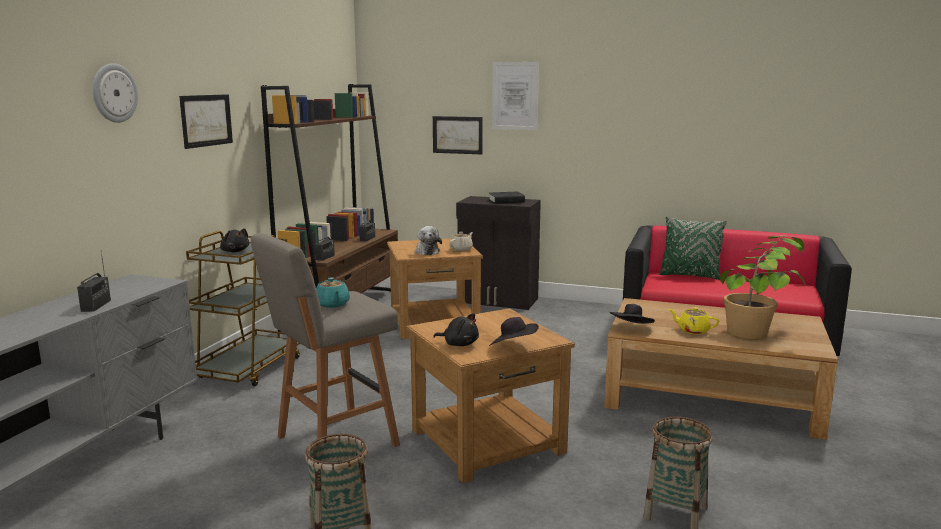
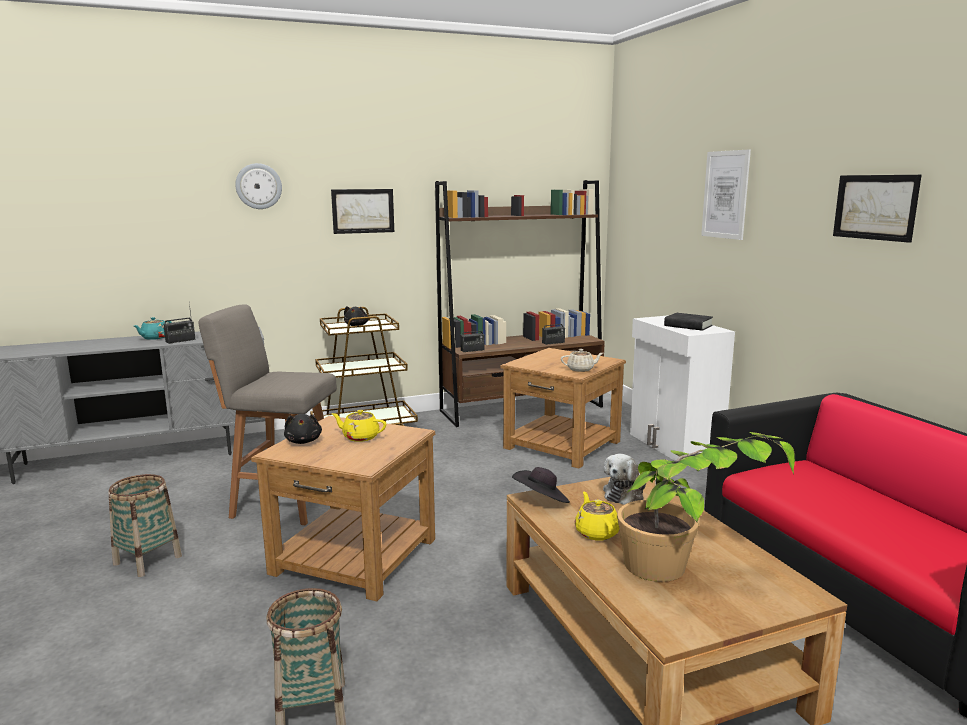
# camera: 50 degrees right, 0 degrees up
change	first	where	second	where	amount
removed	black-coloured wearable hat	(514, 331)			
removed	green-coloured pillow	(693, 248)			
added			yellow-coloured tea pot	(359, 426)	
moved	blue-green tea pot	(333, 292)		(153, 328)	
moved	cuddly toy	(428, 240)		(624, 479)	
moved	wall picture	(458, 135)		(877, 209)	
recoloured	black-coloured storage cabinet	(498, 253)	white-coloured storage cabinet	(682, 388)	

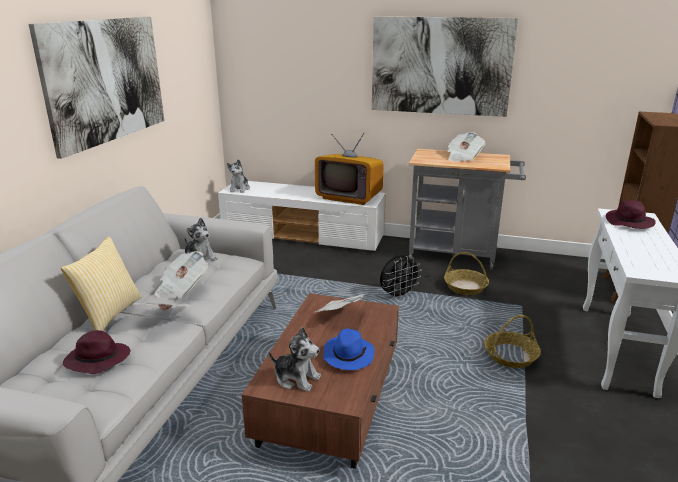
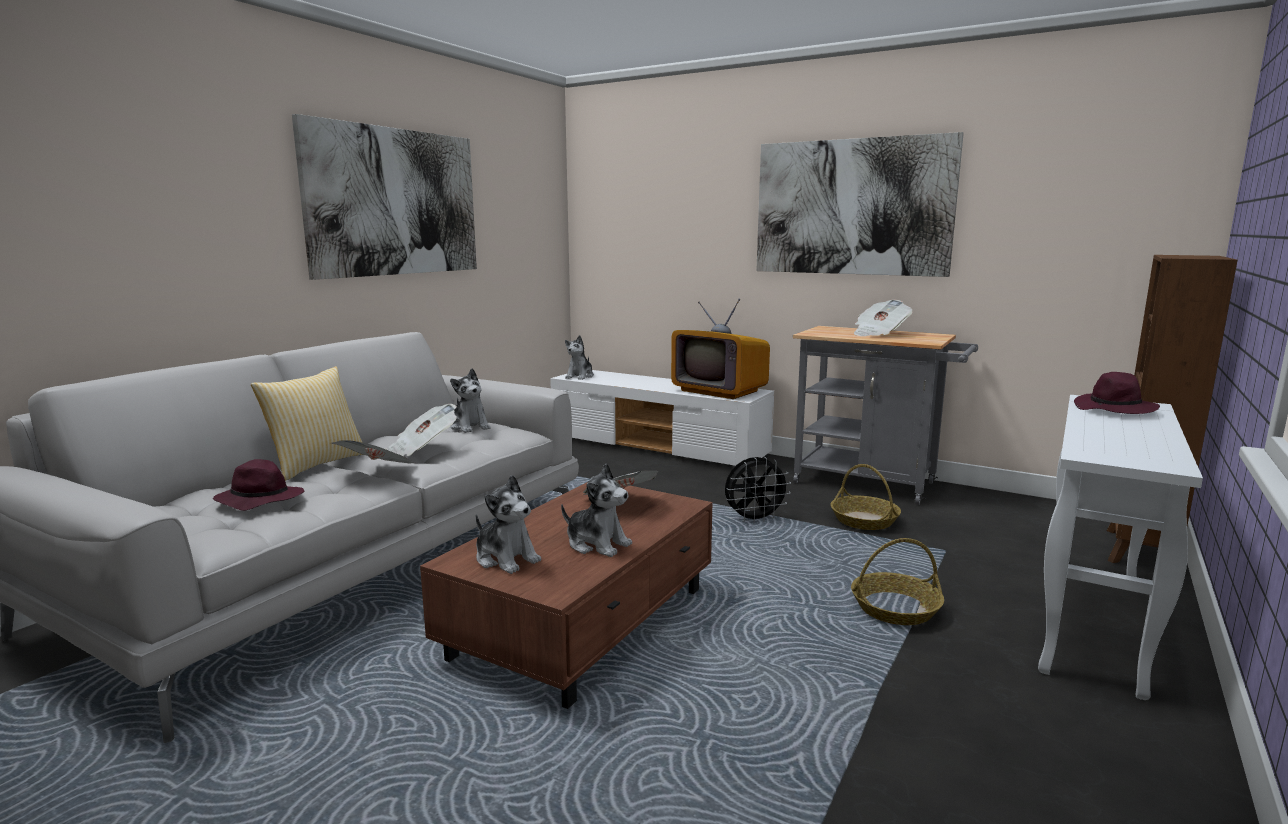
# camera: 15 degrees right, 10 degrees down
change	first	where	second	where	amount
replaced	blue wearable hat	(348, 349)	cuddly toy	(596, 510)	

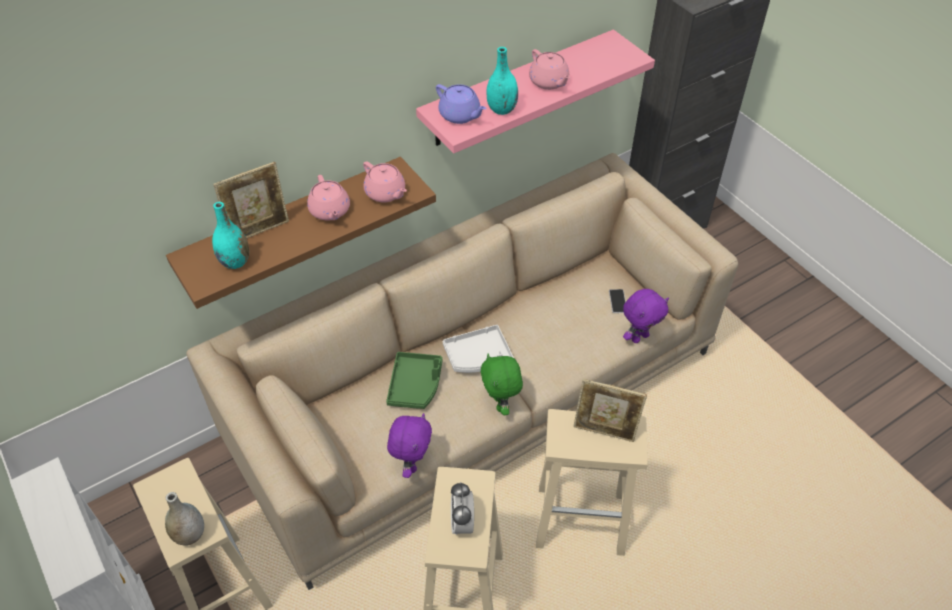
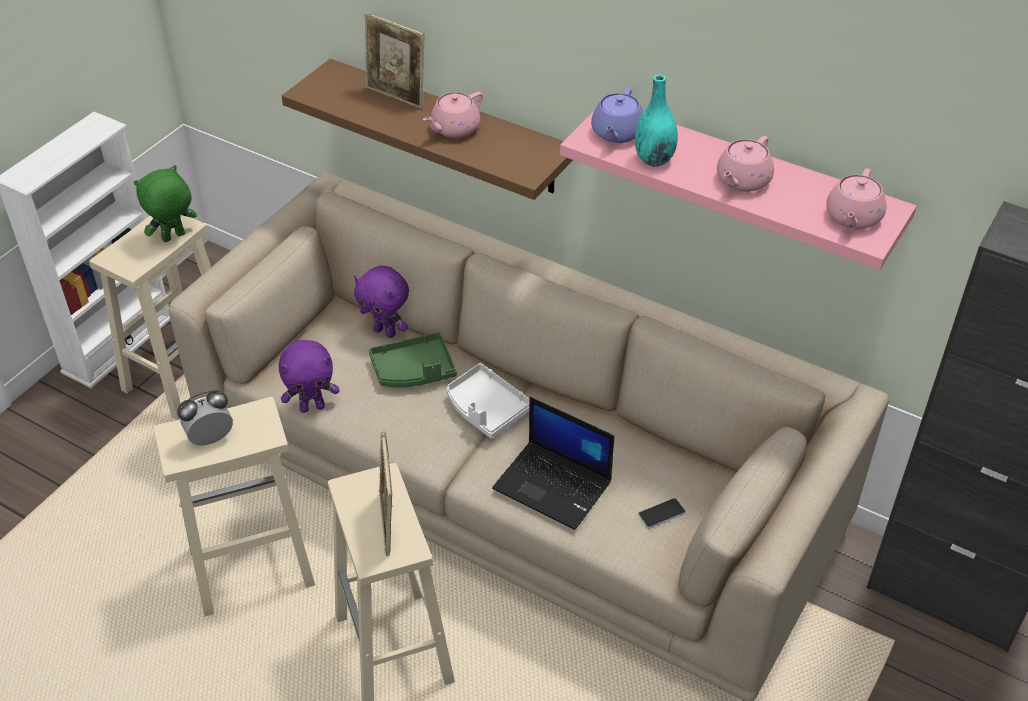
# camera: 65 degrees right, 5 degrees down
change	first	where	second	where	amount
removed	greyish flower vase	(184, 519)			
removed	blue-green flower vase	(230, 235)			
added			laptop	(553, 463)	
moved	pinkish tea pot	(385, 182)		(856, 198)	
moved	green-coloured cuddly toy	(502, 384)		(165, 203)	
moved	purple cuddly toy	(646, 316)		(381, 302)	

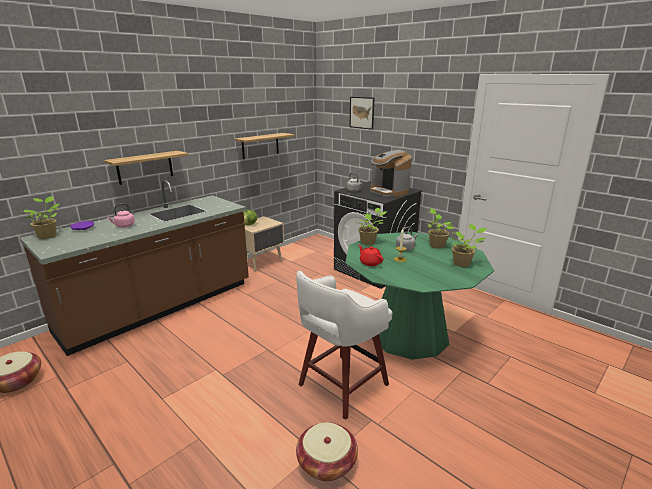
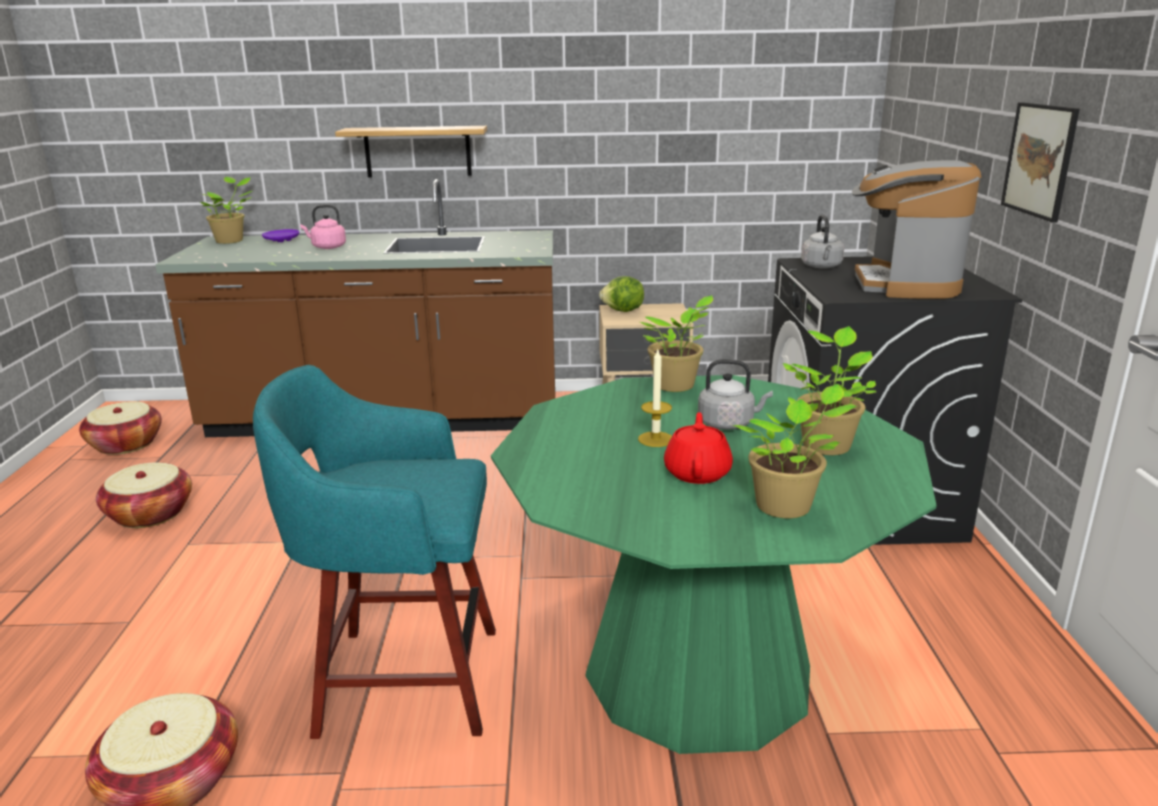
# camera: 45 degrees right, 0 degrees up
change	first	where	second	where	amount
removed	bracket shelf	(264, 146)			
added			storage basket	(144, 495)	
moved	wall picture	(361, 113)		(1040, 162)	
moved	red-coloured tea pot	(371, 255)		(698, 448)	
recoloured	white-coloured stool	(344, 345)	blue-green stool	(374, 552)	

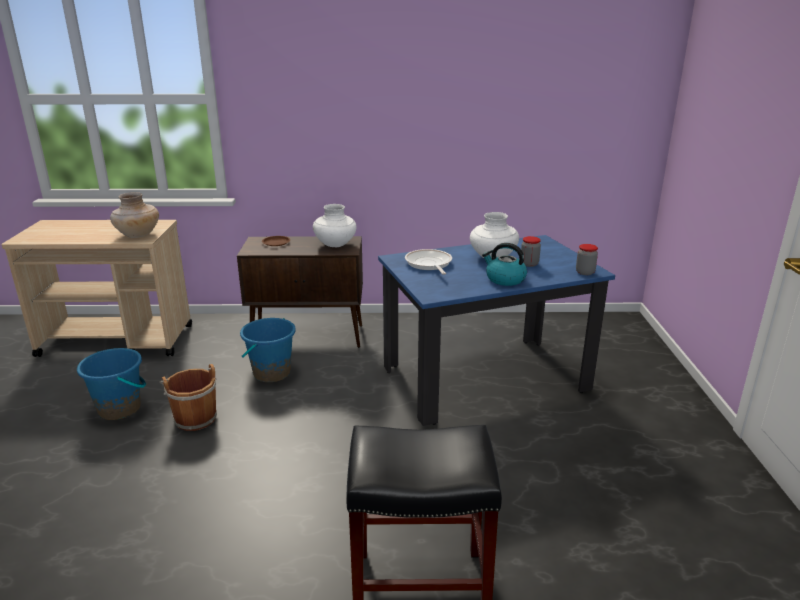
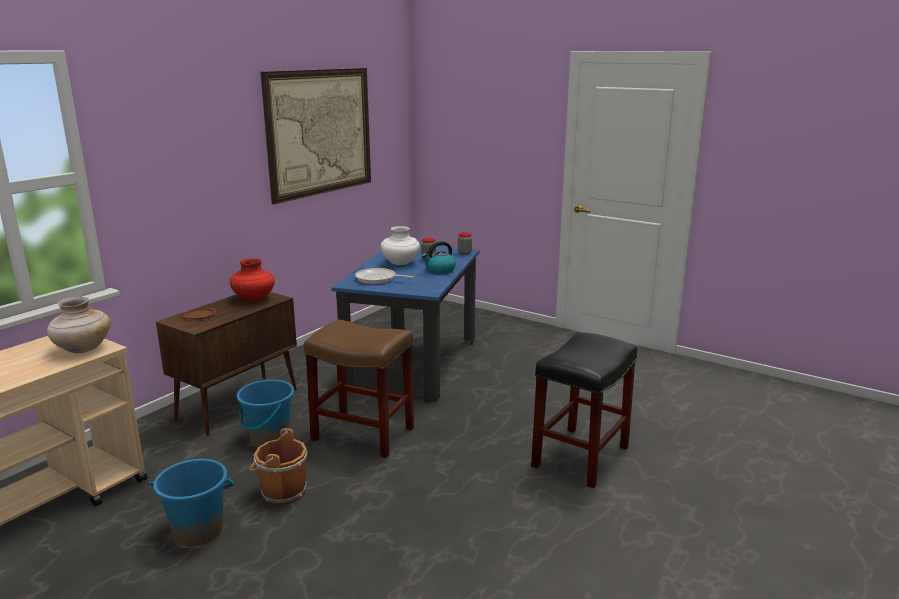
# camera: 55 degrees left, 5 degrees down
change	first	where	second	where	amount
added			wall picture	(315, 136)	
added			brownish stool	(359, 389)	
recoloured	white-coloured flower vase	(335, 225)	red-coloured flower vase	(252, 279)	

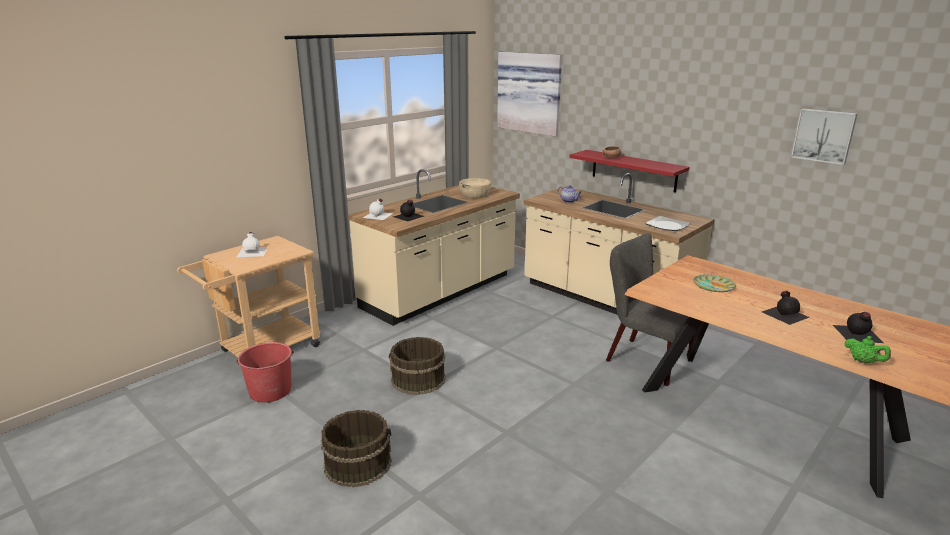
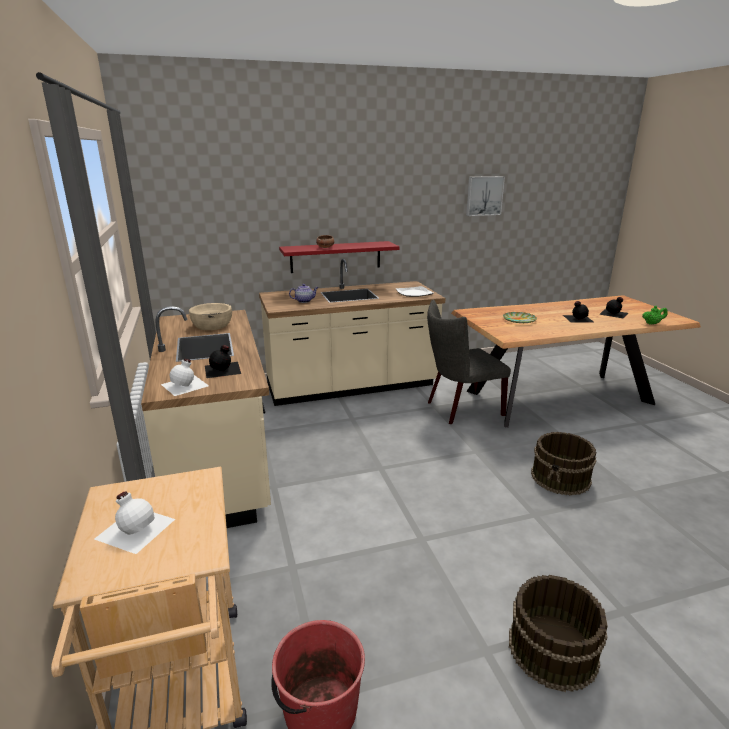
# camera: 60 degrees left, 0 degrees up
change	first	where	second	where	amount
removed	wall picture	(529, 94)			
moved	brownish bucket	(417, 366)		(563, 463)	

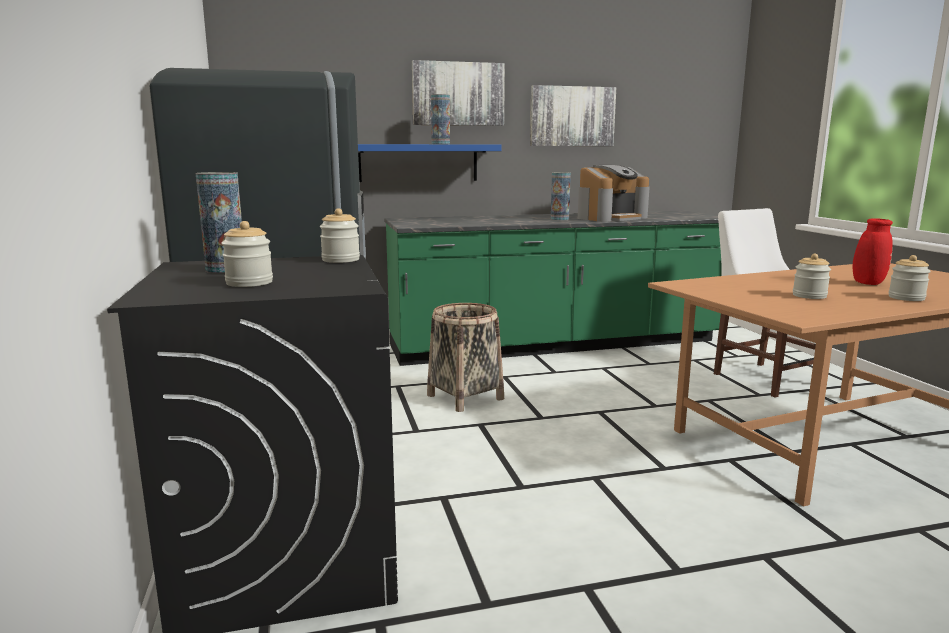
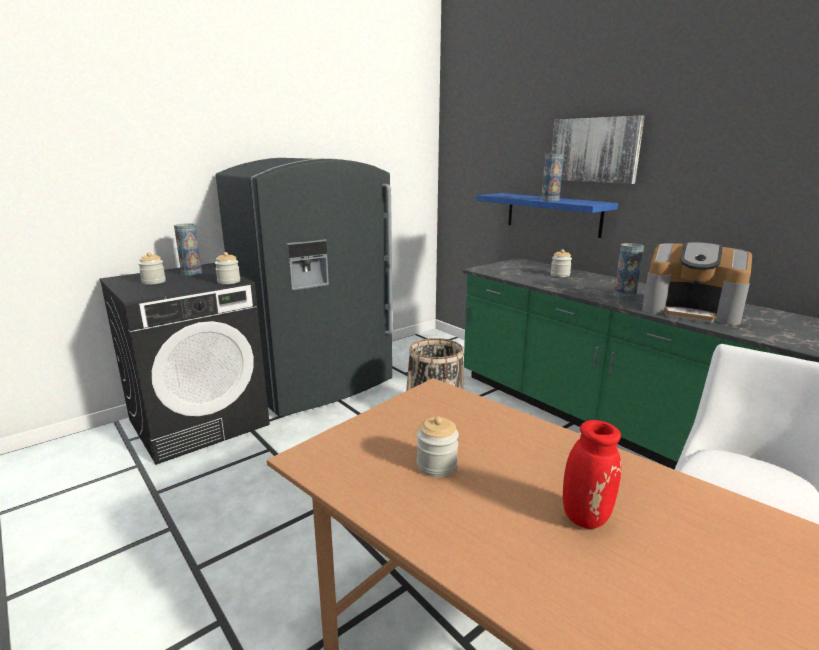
# camera: 65 degrees right, 5 degrees up
change	first	where	second	where	amount
removed	wall picture	(573, 115)			
moved	jar	(909, 278)		(561, 263)	

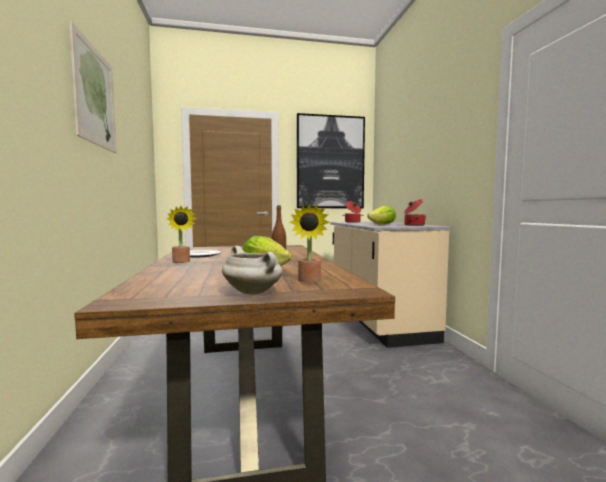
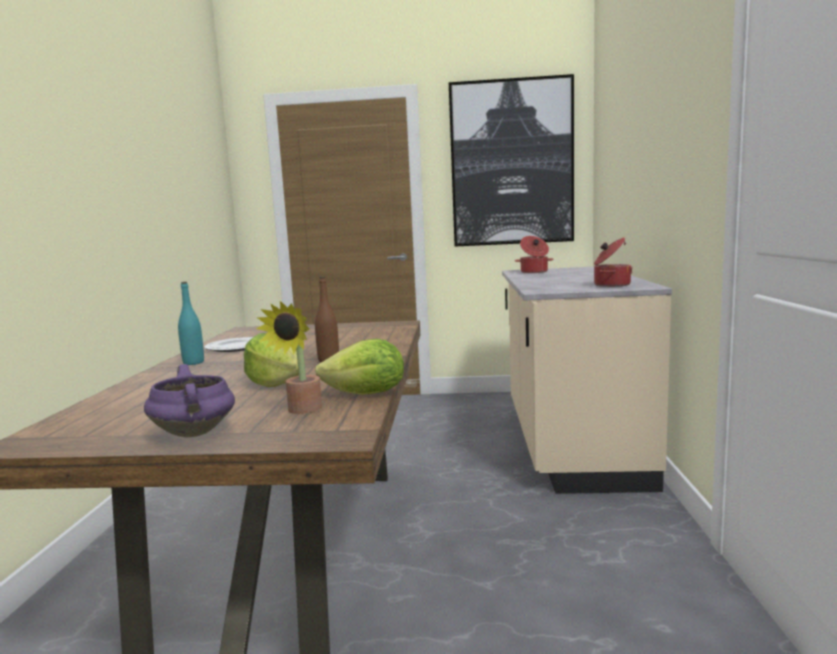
# camera: 15 degrees right, 5 degrees up
change	first	where	second	where	amount
removed	wall picture	(93, 87)			
moved	lettuce	(381, 215)		(359, 367)	
replaced	houseplant	(182, 234)	blue-green bottle	(191, 323)	
recoloured	white-coloured stockpot	(252, 270)	purple stockpot	(189, 400)	

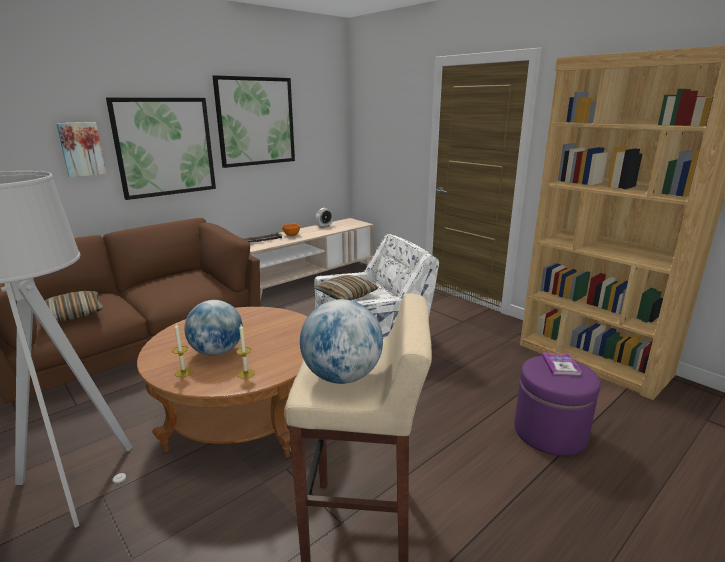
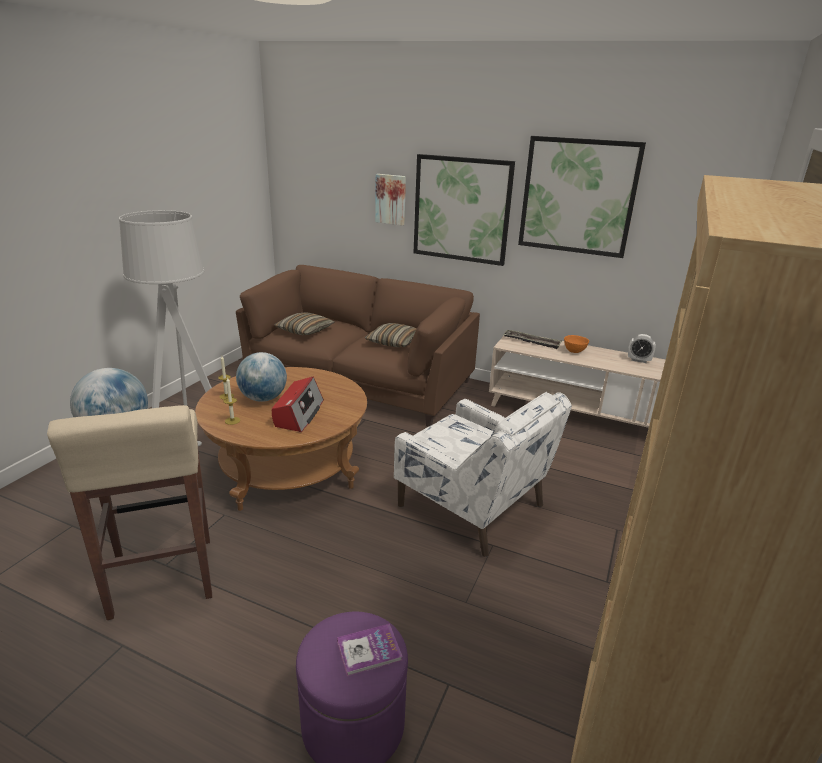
# camera: 65 degrees right, 5 degrees up
change	first	where	second	where	amount
added			radio	(298, 404)	
moved	pillow	(346, 287)		(391, 335)	

